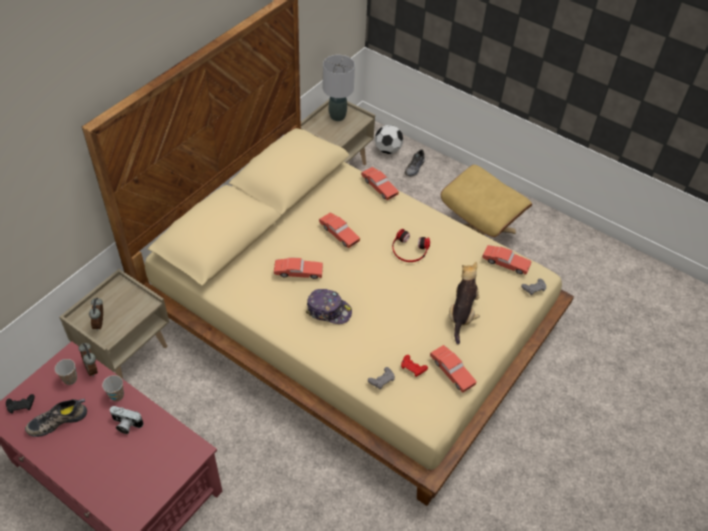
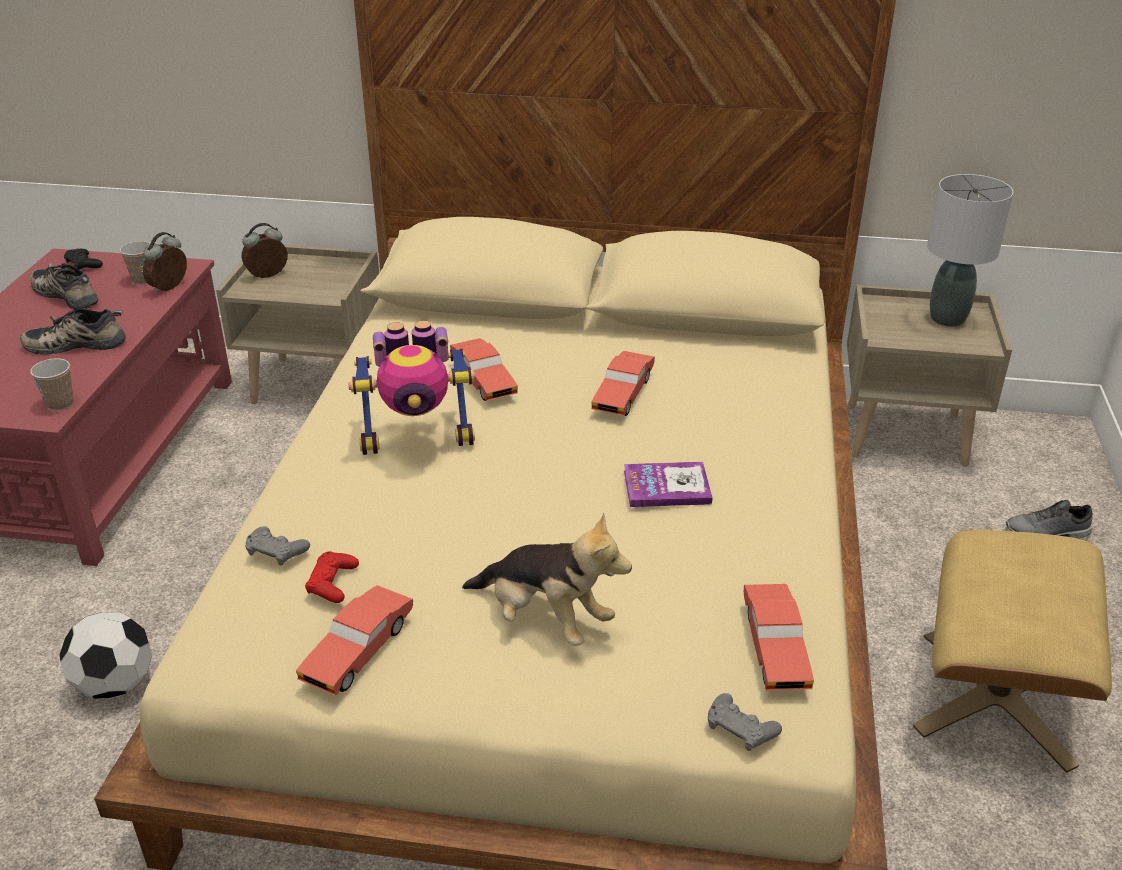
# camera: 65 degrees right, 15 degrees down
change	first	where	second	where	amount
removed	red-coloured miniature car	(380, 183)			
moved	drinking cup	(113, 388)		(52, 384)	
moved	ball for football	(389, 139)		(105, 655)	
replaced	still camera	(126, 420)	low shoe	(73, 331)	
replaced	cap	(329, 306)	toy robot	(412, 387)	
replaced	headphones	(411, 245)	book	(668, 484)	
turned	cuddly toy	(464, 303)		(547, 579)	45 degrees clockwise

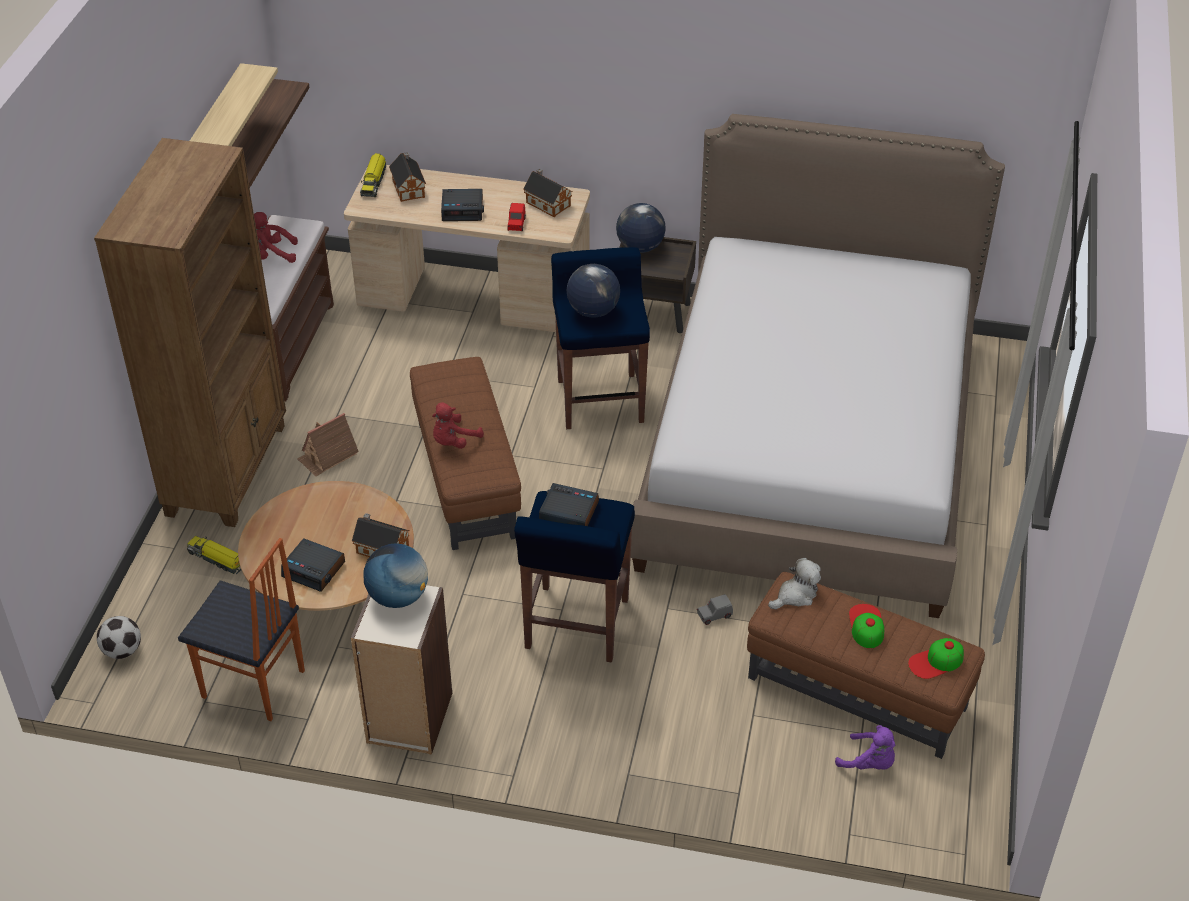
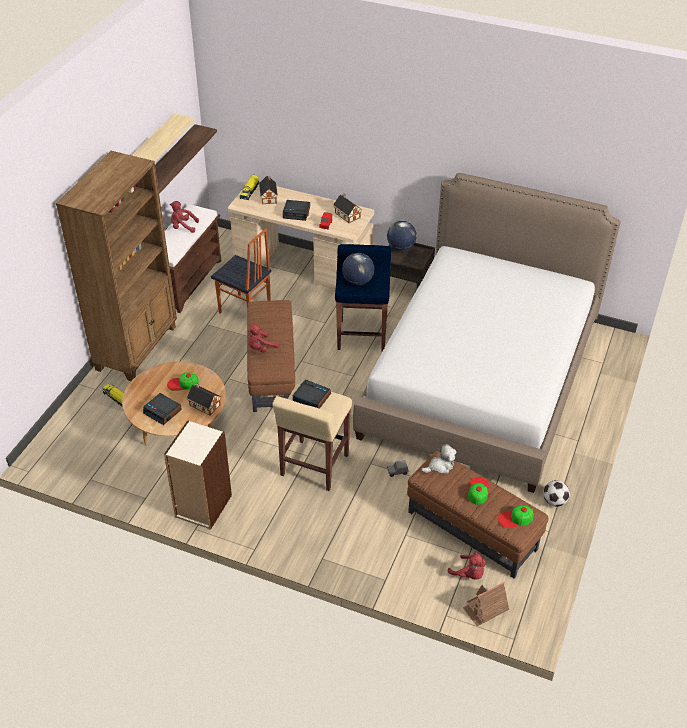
# camera: 10 degrees right, 0 degrees up
change	first	where	second	where	amount
removed	globe	(395, 575)			
added			cap	(183, 381)	
moved	ball for football	(119, 637)		(556, 493)	
moved	chair	(241, 629)		(241, 271)	
moved	miniature house	(328, 444)		(486, 604)	
recoloured	blue stool	(574, 576)	beige-coloured stool	(312, 437)	
recoloured	purple cuddly toy	(865, 747)	red-coloured cuddly toy	(467, 566)	

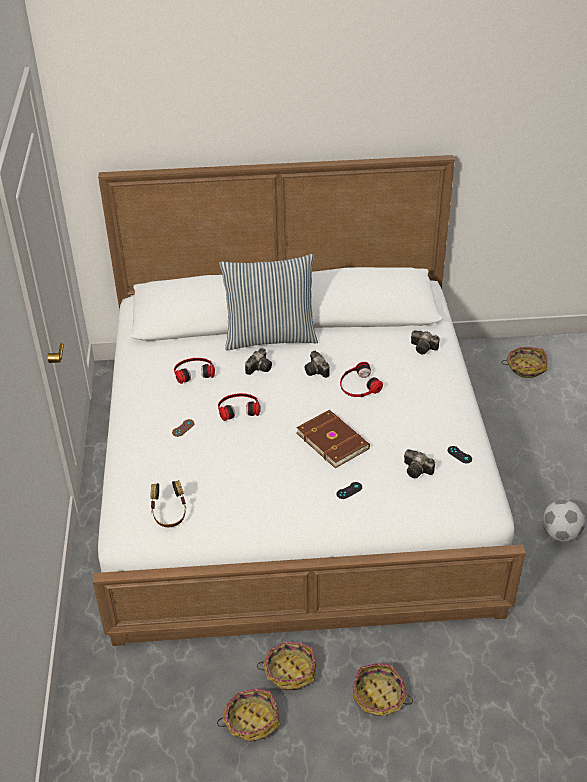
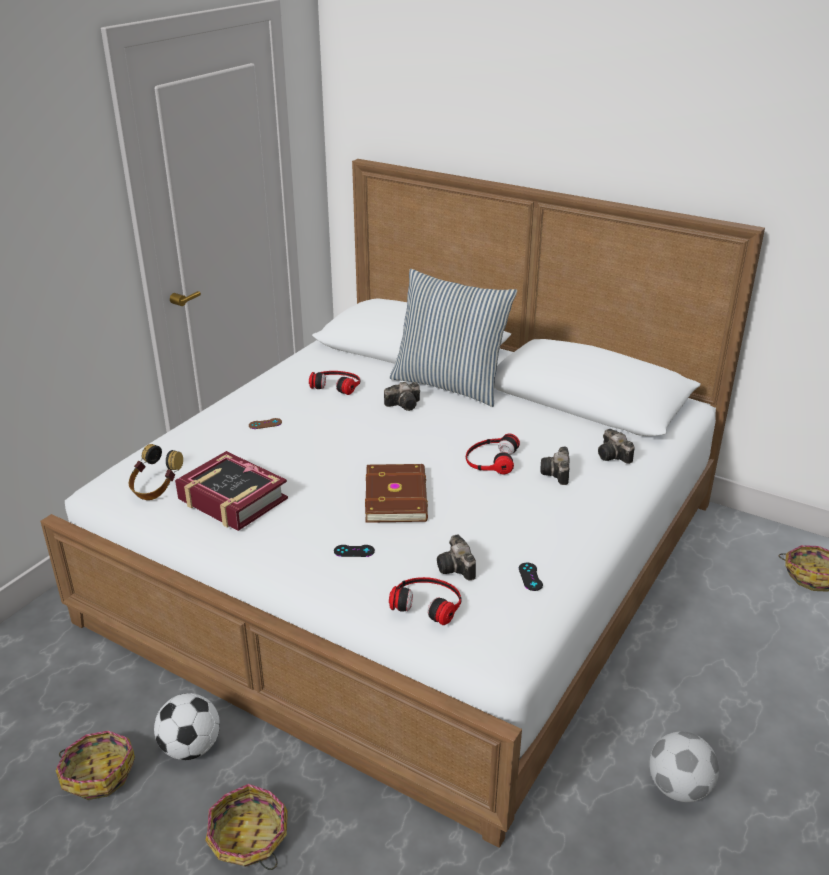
# camera: 35 degrees right, 10 degrees down
change	first	where	second	where	amount
added			book	(231, 491)	
moved	headphones	(239, 407)		(425, 601)	
moved	still camera	(317, 364)		(555, 466)	
replaced	storage basket	(287, 666)	ball for football	(187, 726)	

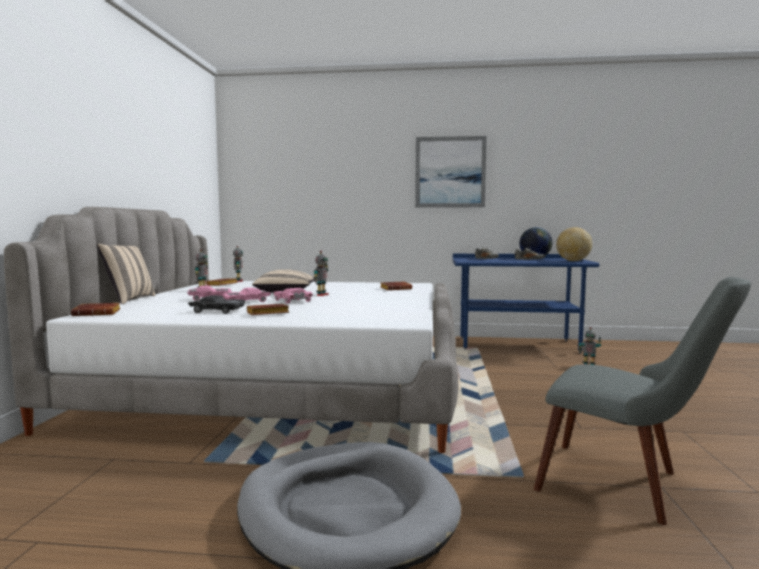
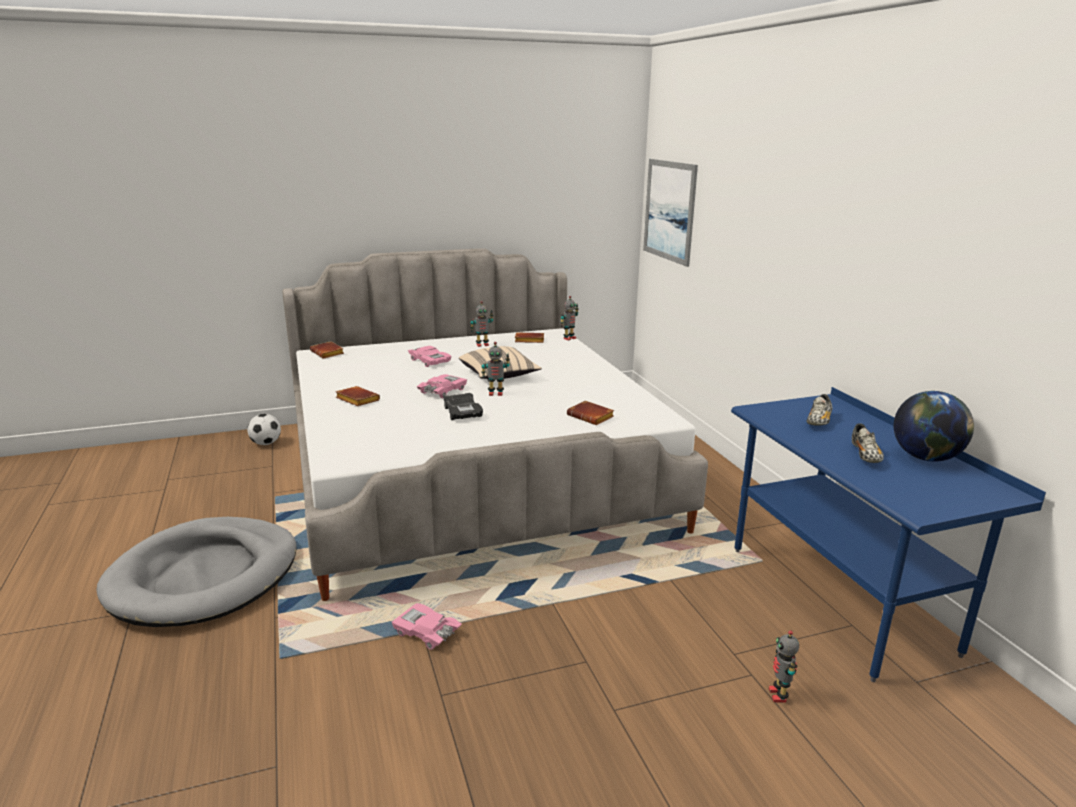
# camera: 65 degrees right, 15 degrees up
change	first	where	second	where	amount
removed	beige-coloured pillow	(126, 274)			
removed	greyish chair	(642, 401)			
removed	globe	(574, 244)			
added			ball for football	(264, 429)	
moved	black-coloured miniature car	(216, 304)		(463, 406)	
moved	pinkish miniature car	(246, 295)		(427, 626)	
moved	wall picture	(451, 172)		(670, 213)	

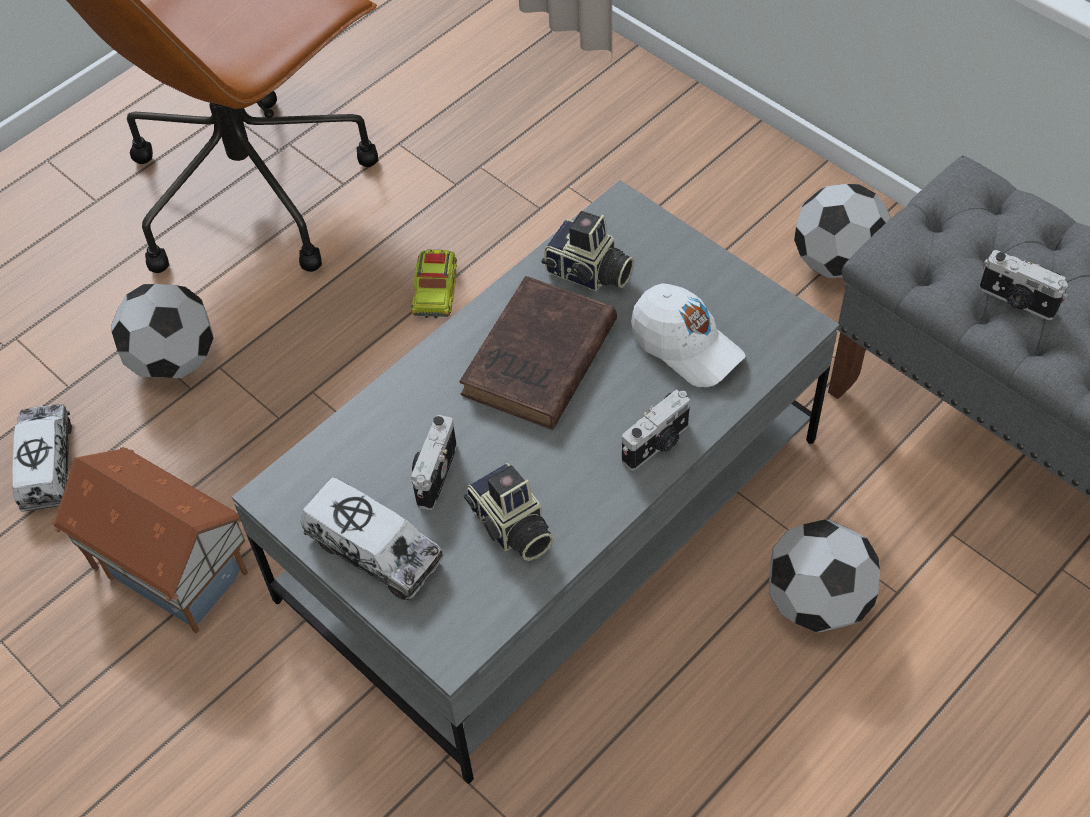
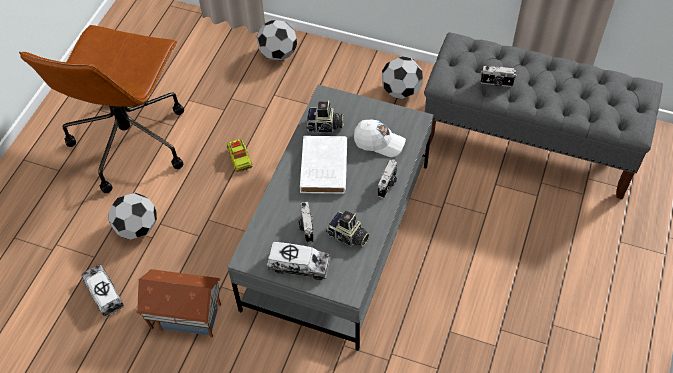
# camera: 25 degrees left, 0 degrees up
change	first	where	second	where	amount
moved	ball for football	(824, 575)		(277, 40)	
recoloured	brownish book	(538, 353)	white-coloured book	(323, 165)	

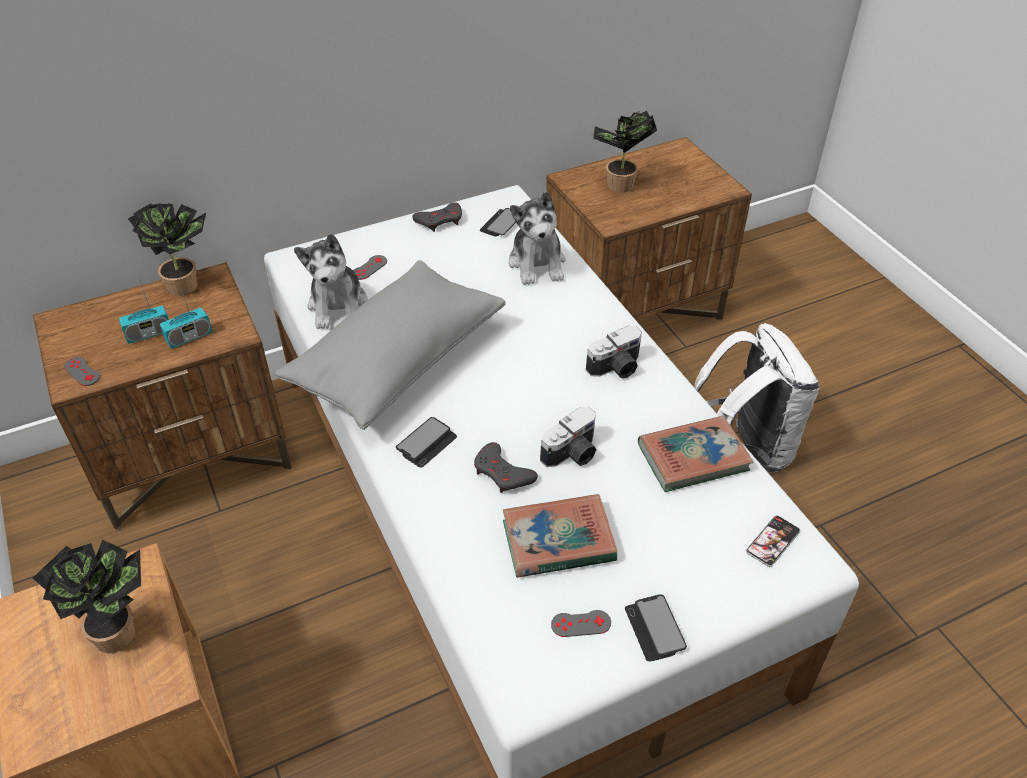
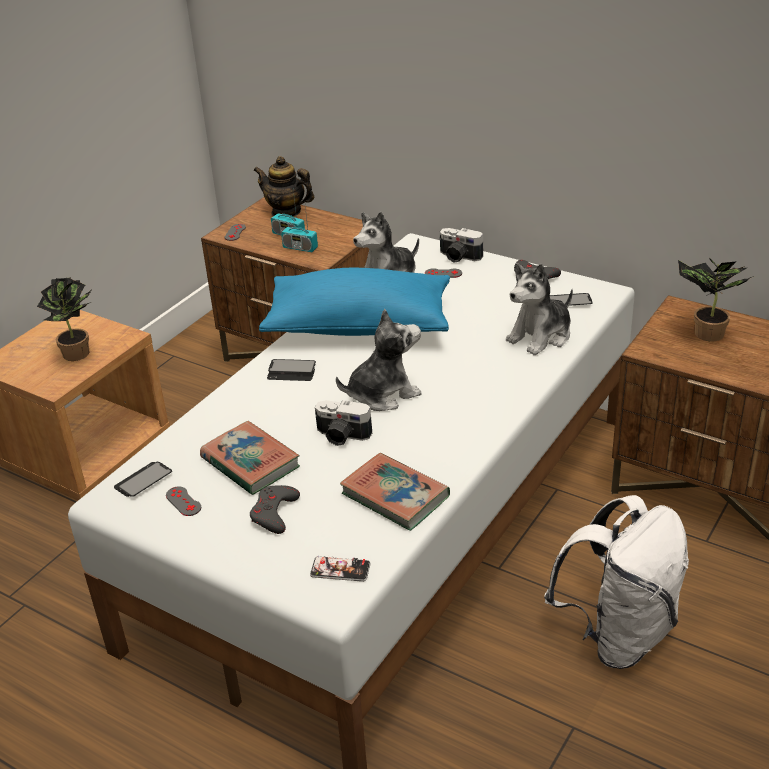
# camera: 60 degrees right, 10 degrees down
change	first	where	second	where	amount
removed	houseplant	(167, 249)			
added			tea pot	(284, 186)	
added			cuddly toy	(379, 360)	
moved	greyish joypad	(506, 467)		(275, 509)	
moved	still camera	(614, 352)		(461, 245)	
moved	telephone	(656, 628)		(143, 479)	
recoloured	greyish pillow	(390, 345)	blue pillow	(354, 302)	

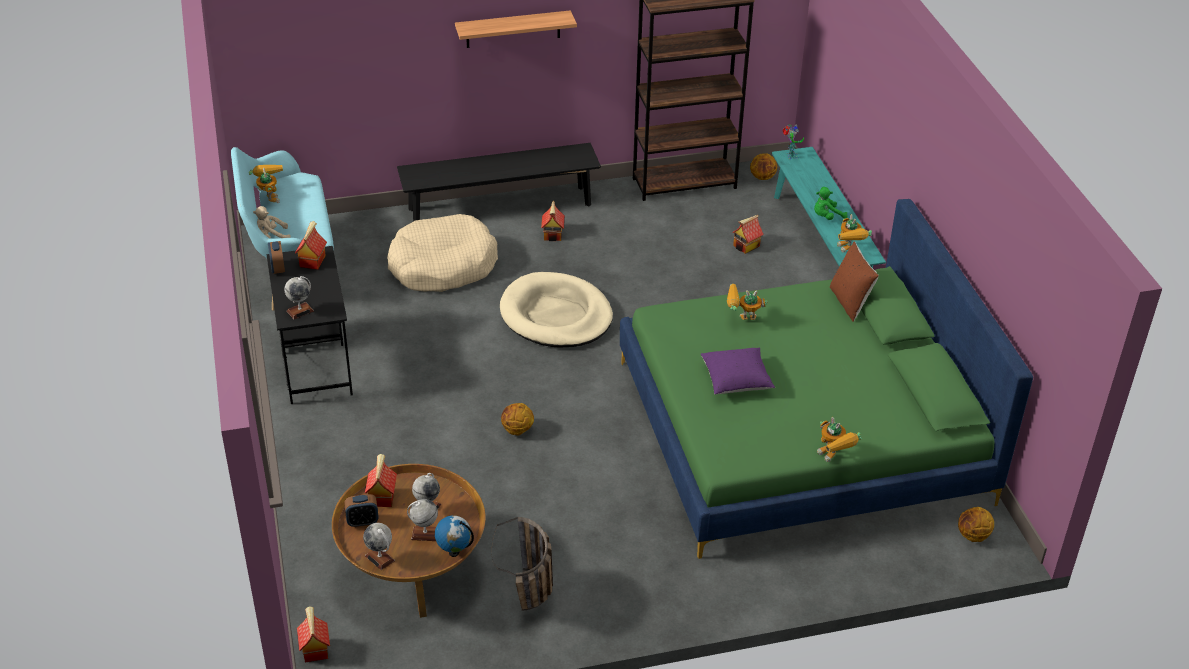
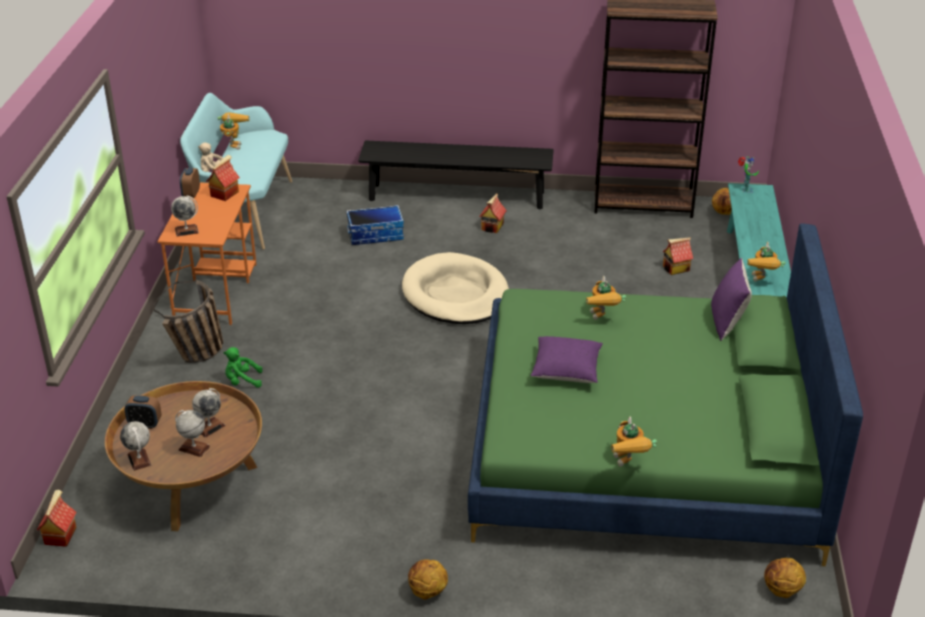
# camera: 20 degrees right, 5 degrees down
change	first	where	second	where	amount
removed	miniature house	(381, 480)			
removed	globe	(454, 536)			
removed	bracket shelf	(516, 29)			
moved	storage basket	(522, 563)		(188, 321)	
moved	basketball ball	(517, 419)		(428, 580)	
moved	green-coloured cuddly toy	(830, 203)		(243, 367)	
replaced	beige-coloured pet bed	(442, 253)	storage box	(375, 225)	
recoloured	black-coloured desk	(309, 325)	orangey desk	(207, 253)	
recoloured	brownish pillow	(854, 281)	purple pillow	(731, 299)	
turned	toy robot	(747, 302)		(606, 298)	120 degrees counterclockwise

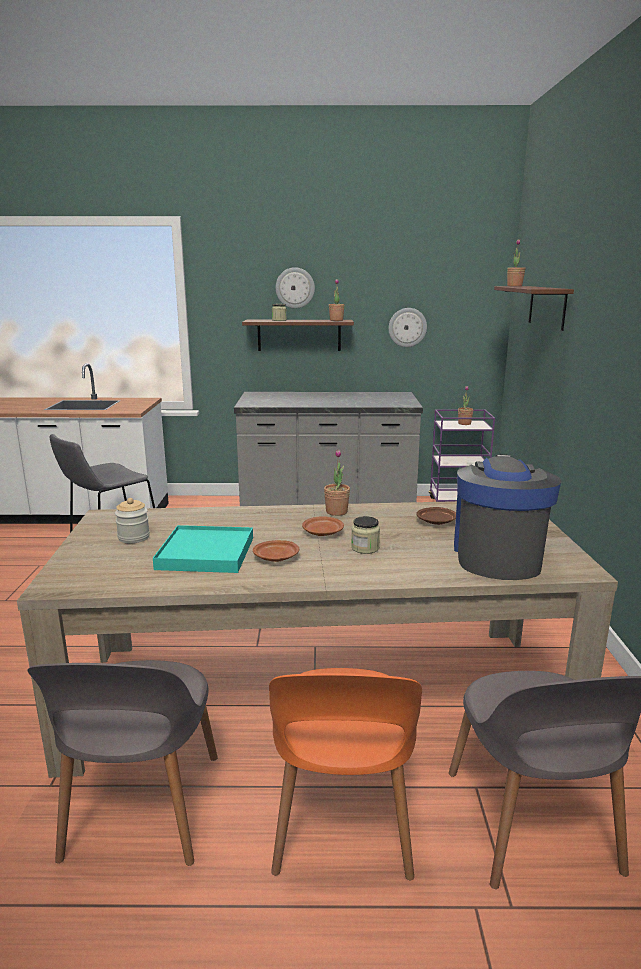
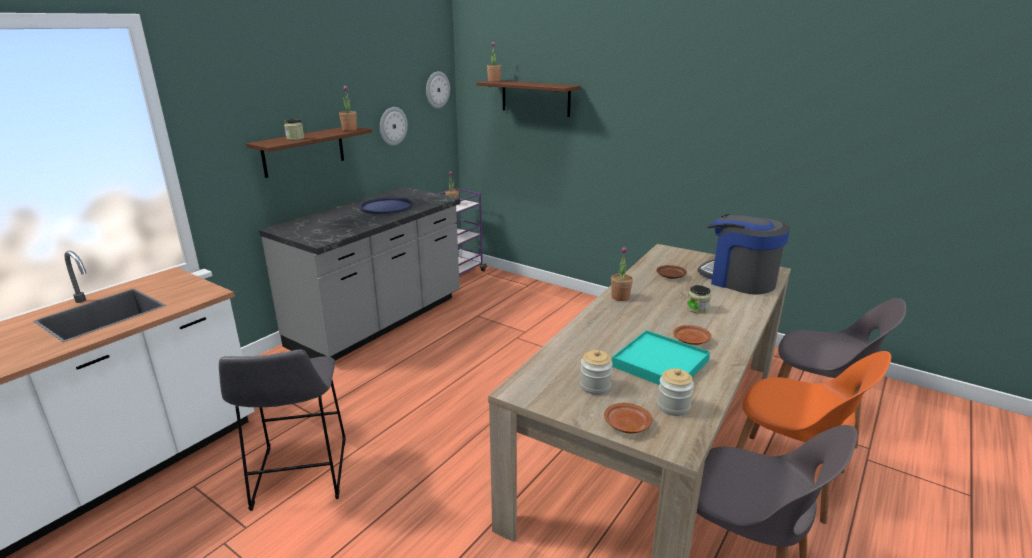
# camera: 55 degrees left, 5 degrees up
change	first	where	second	where	amount
added			blue tray	(386, 205)	
added			jar	(675, 392)	
moved	hanging clock	(295, 288)		(438, 89)	
moved	brownish flat dish	(323, 526)		(628, 418)	

